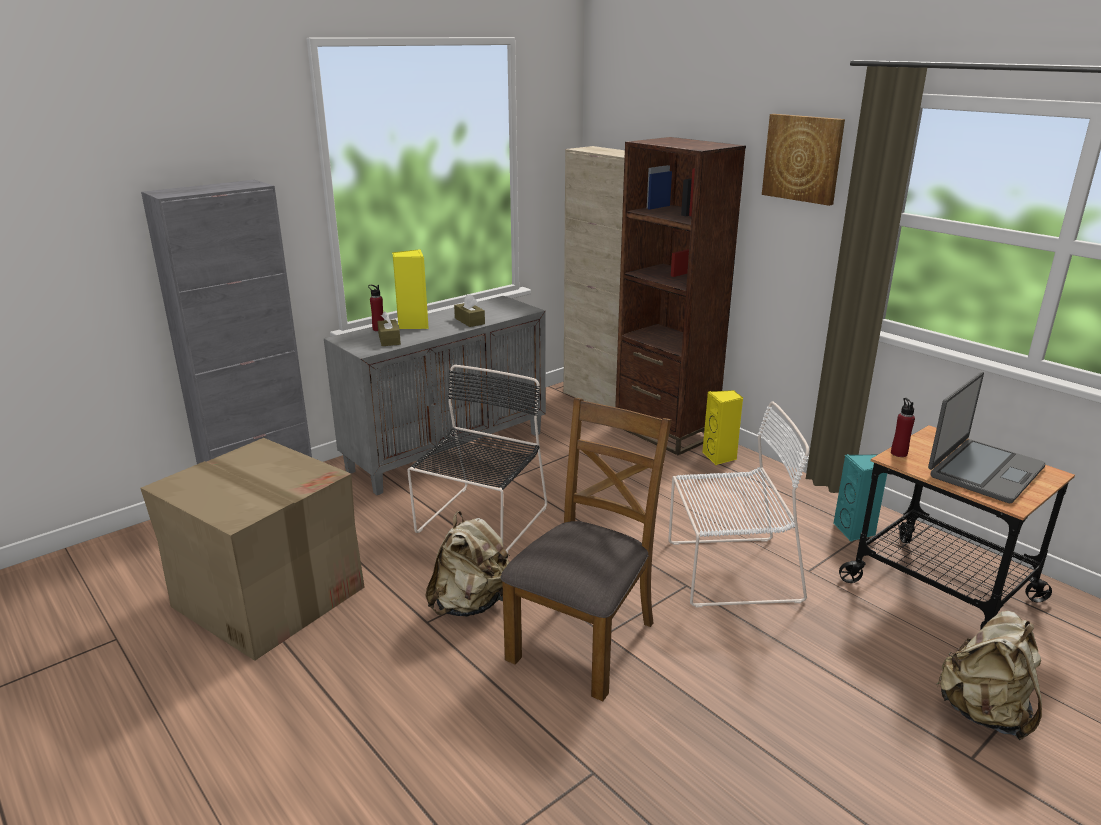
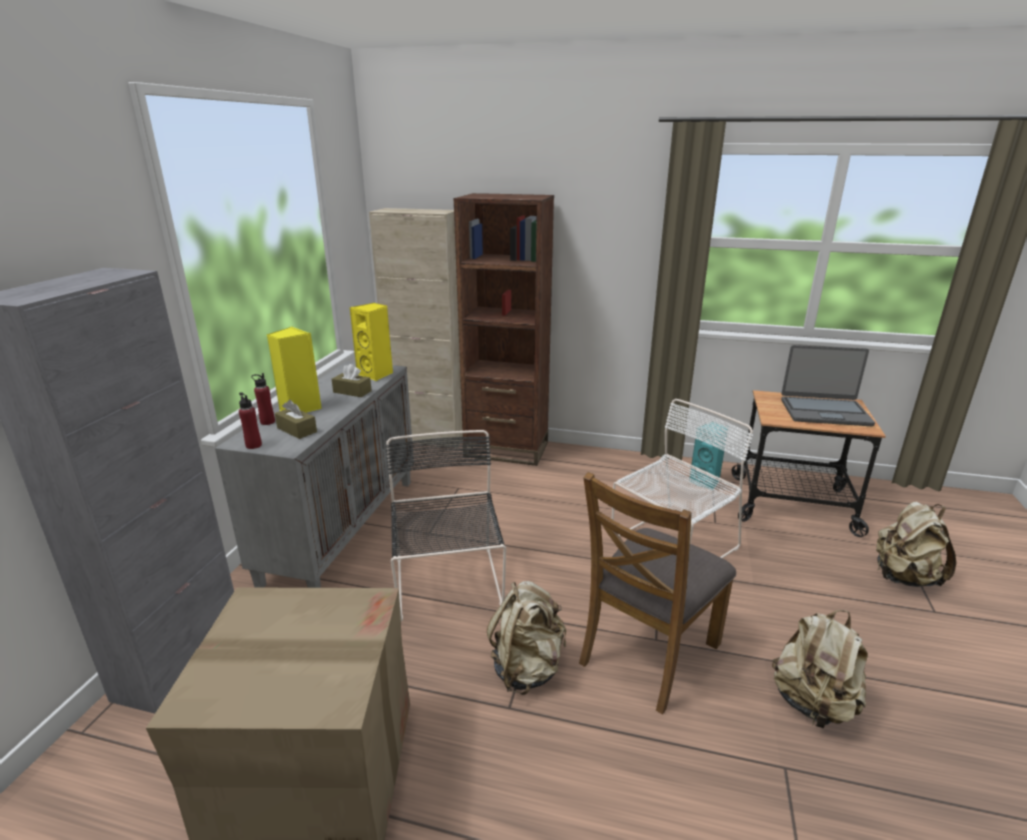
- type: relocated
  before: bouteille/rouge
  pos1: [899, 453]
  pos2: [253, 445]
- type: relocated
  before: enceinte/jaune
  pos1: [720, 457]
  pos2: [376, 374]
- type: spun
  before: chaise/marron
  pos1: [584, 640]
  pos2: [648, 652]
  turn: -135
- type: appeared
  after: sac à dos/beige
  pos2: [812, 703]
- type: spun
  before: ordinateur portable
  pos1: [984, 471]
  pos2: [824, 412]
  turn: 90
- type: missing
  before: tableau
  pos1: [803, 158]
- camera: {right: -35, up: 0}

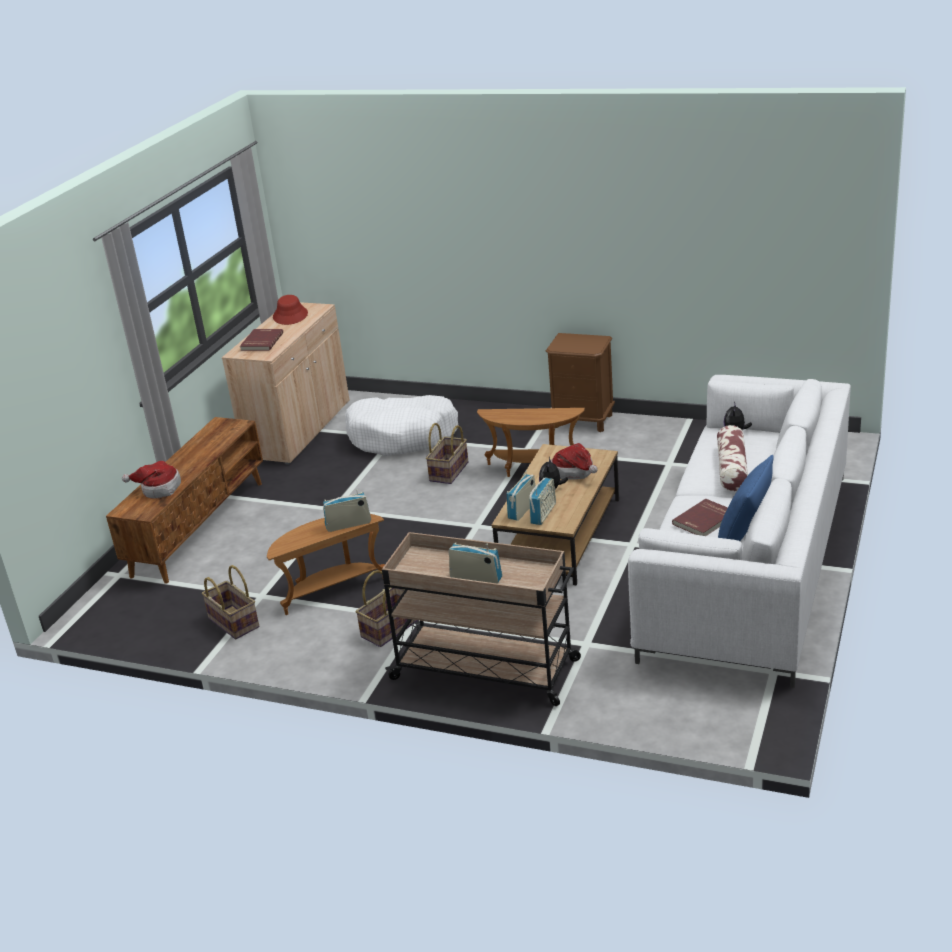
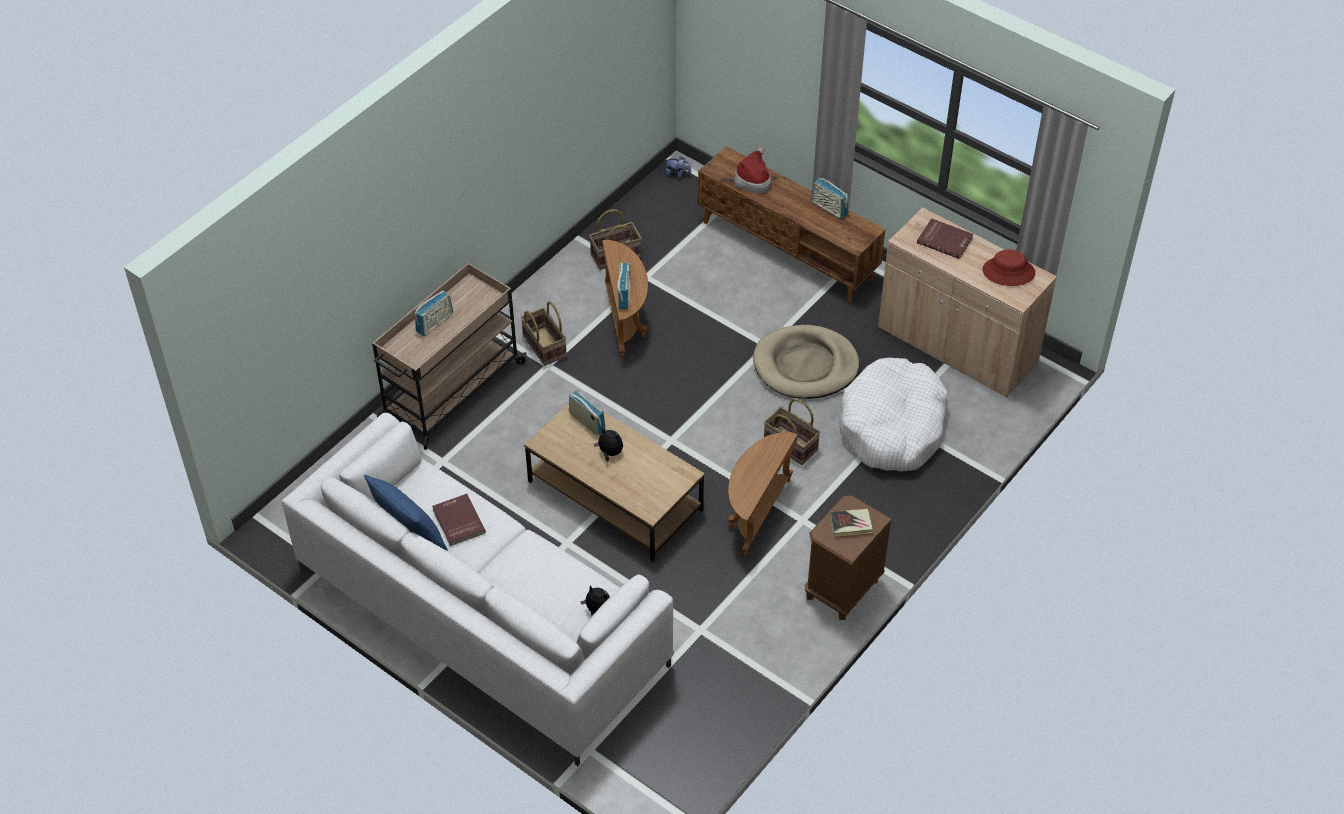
- type: appeared
  after: peluche
  pos2: [677, 174]
- type: appeared
  after: panier pour chien/beige
  pos2: [805, 366]
- type: relocated
  before: radio
  pos1: [543, 514]
  pos2: [829, 208]
- type: appeared
  after: livre
  pos2: [850, 524]
- type: missing
  before: chapeau
  pos1: [574, 473]
- type: missing
  before: coussin
  pos1: [732, 468]
- camera: {right: 105, up: 20}

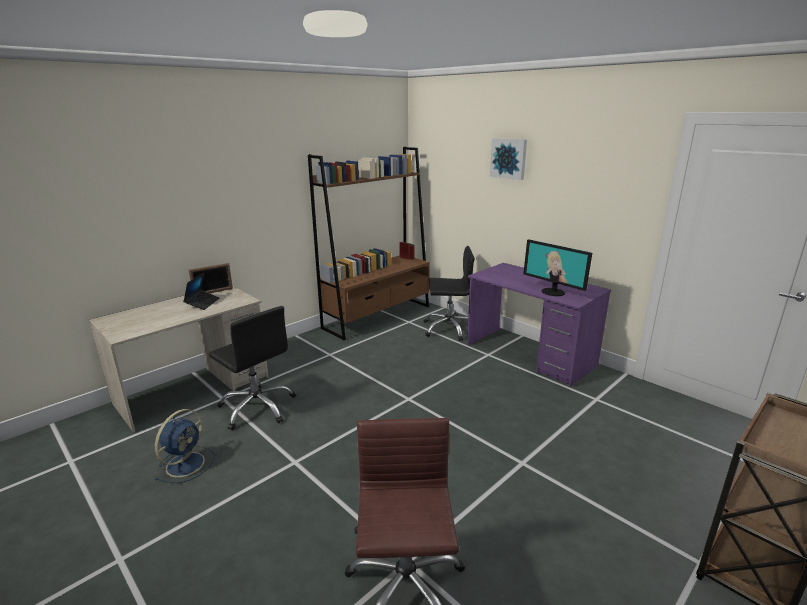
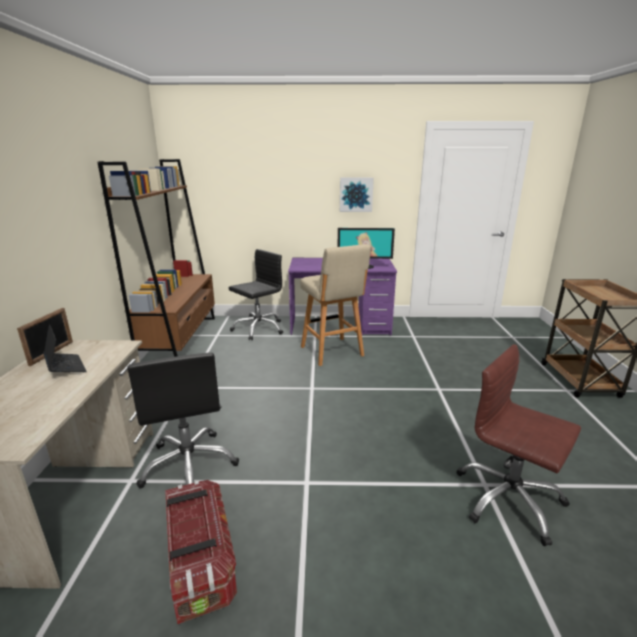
- type: spun
  before: chaise de bureau/noir
  pos1: [257, 407]
  pos2: [190, 465]
  turn: 75
- type: exchanged
  before: ventilateur/bleu
  after: boîte de rangement
  pos1: [186, 463]
  pos2: [201, 561]
- type: appeared
  after: tabouret/beige
  pos2: [332, 352]
- type: relocated
  before: tableau
  pos1: [509, 158]
  pos2: [356, 194]
- camera: {right: -45, up: 0}

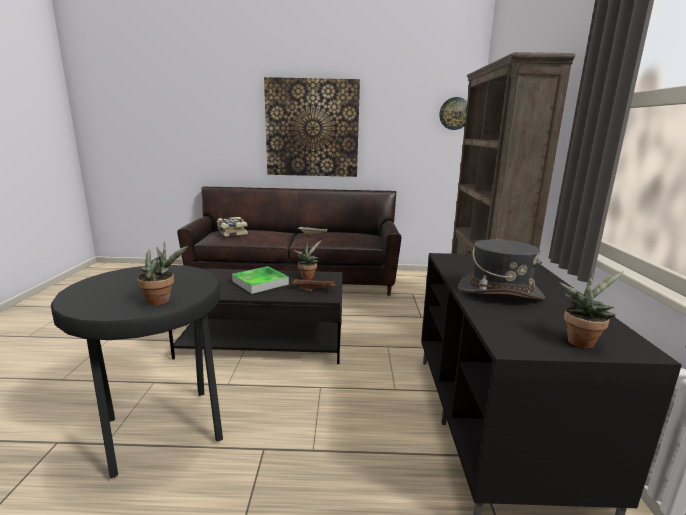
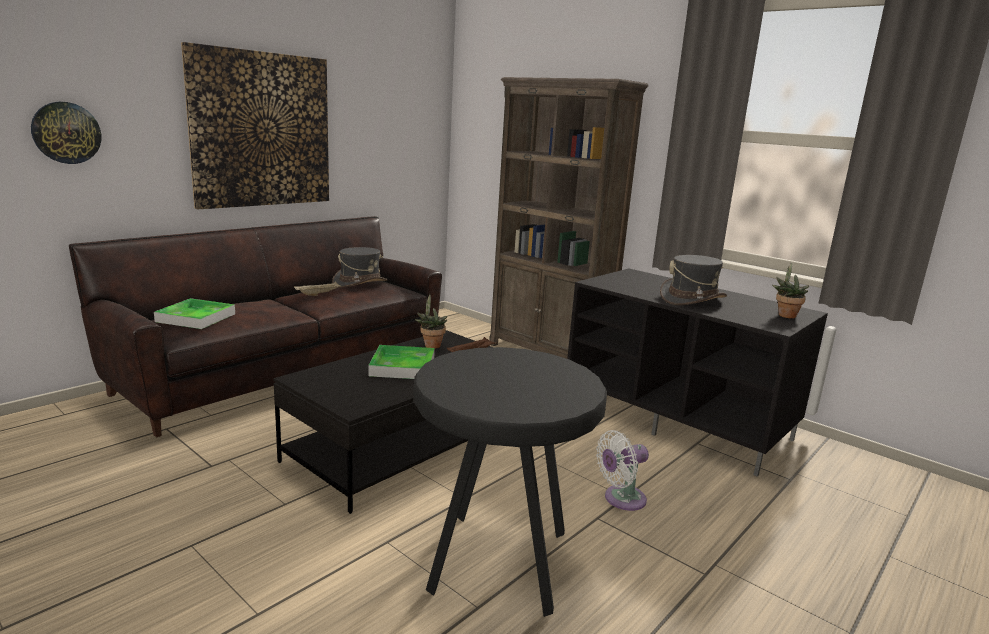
- type: relocated
  before: horloge murale
  pos1: [454, 113]
  pos2: [66, 133]
- type: exchanged
  before: livre
  after: plateau
  pos1: [231, 232]
  pos2: [196, 318]
- type: appeared
  after: chapeau/gris
  pos2: [360, 283]
- type: appeared
  after: ventilateur/blanc
  pos2: [621, 499]
- type: missing
  before: plante en pot
  pos1: [162, 301]
- camera: {right: -50, up: 0}

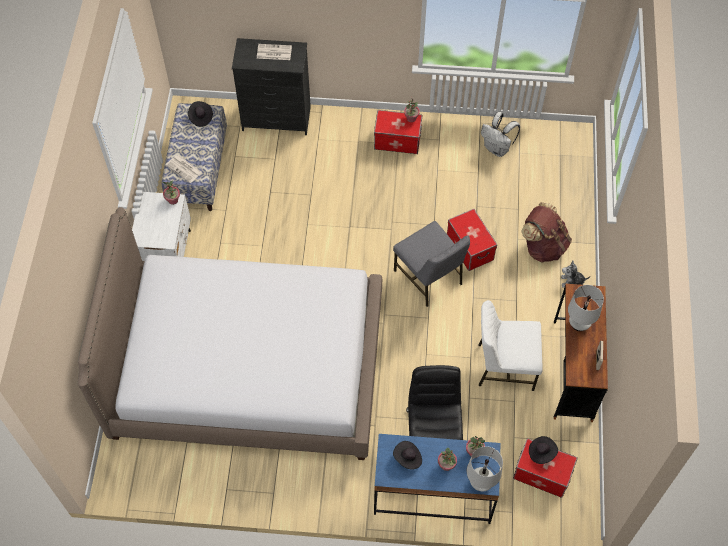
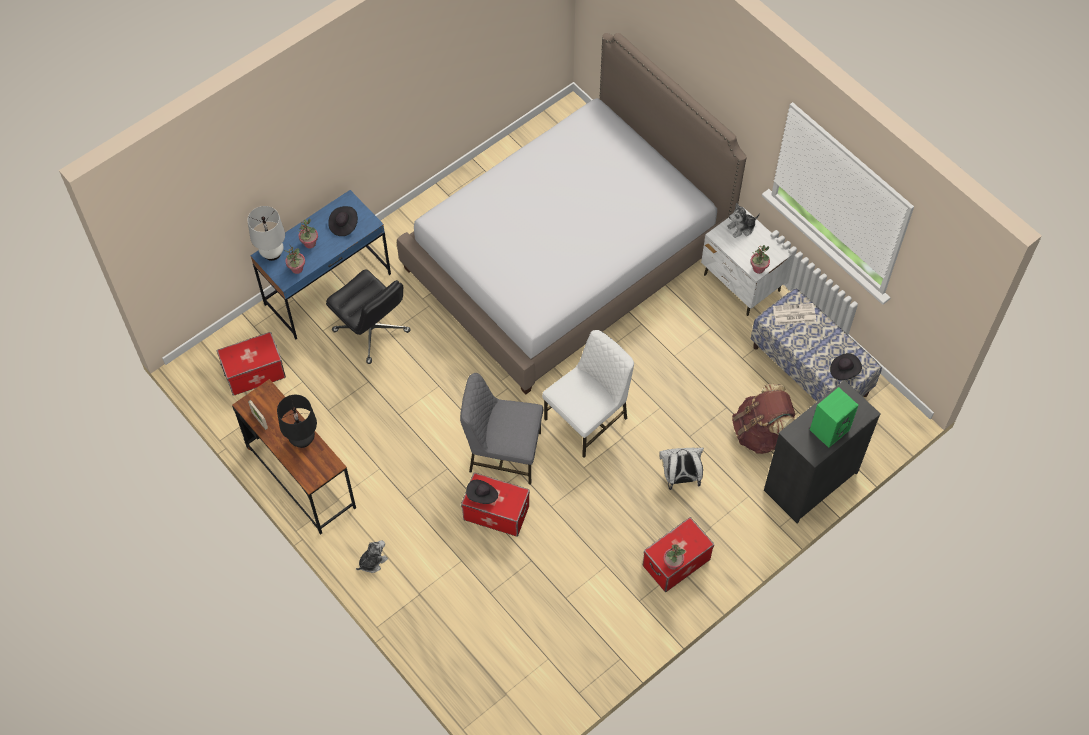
- type: colour
  before: lampe de table/blanc
  after: lampe de table/noir
  pos1: [579, 324]
  pos2: [302, 439]
- type: relocated
  before: chapeau/noir
  pos1: [541, 452]
  pos2: [482, 496]
- type: relocated
  before: chaise/blanc
  pos1: [504, 366]
  pos2: [588, 419]
- type: relocated
  before: sac à dos/blanc
  pos1: [497, 148]
  pos2: [680, 478]
- type: appeared
  after: peluche
  pos2: [741, 228]
- type: relocated
  before: sac à dos/marron
  pos1: [543, 246]
  pos2: [760, 432]
- type: exchanged
  before: journal
  after: enceinte/vert
  pos1: [273, 52]
  pos2: [829, 429]
- camera: {right: 135, up: 0}

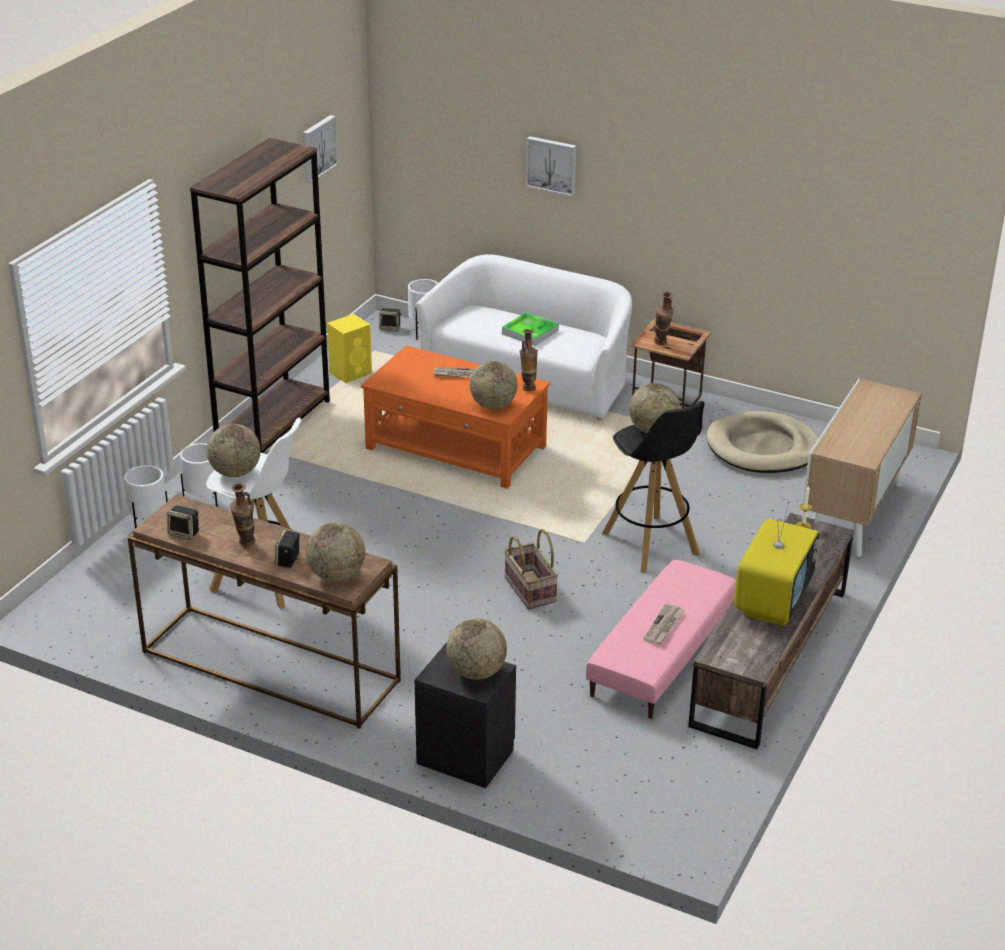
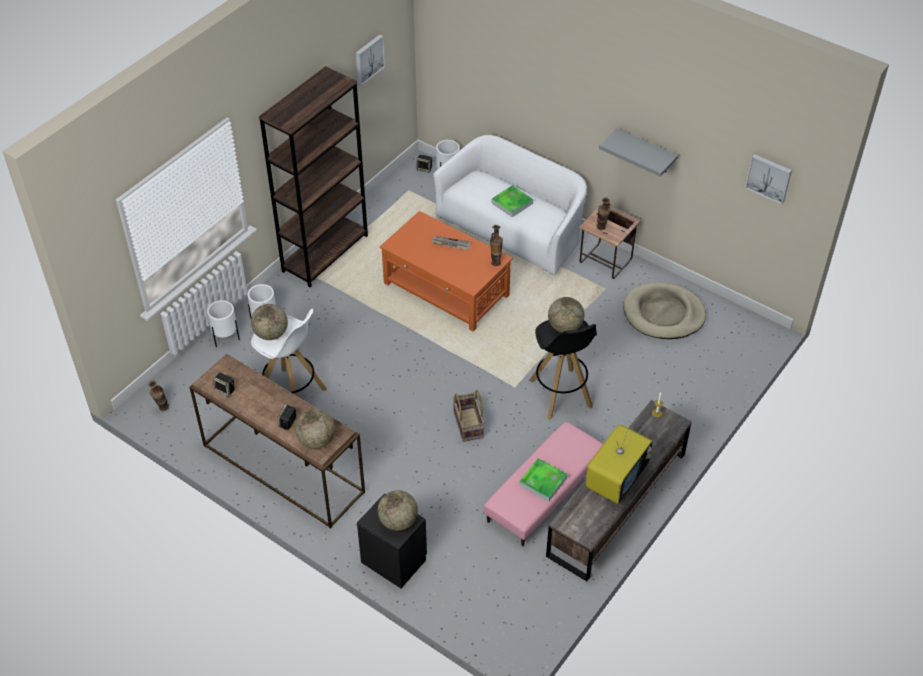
- type: relocated
  before: vase
  pos1: [245, 545]
  pos2: [162, 410]
- type: exchanged
  before: journal
  after: plateau
  pos1: [664, 626]
  pos2: [543, 481]
- type: appeared
  after: étagère/gris
  pos2: [645, 151]
- type: relocated
  before: tableau
  pos1: [552, 165]
  pos2: [769, 178]
- type: missing
  before: enceinte/jaune
  pos1: [351, 373]
- type: missing
  before: globe
  pos1: [493, 405]
- type: missing
  before: meuble de rangement
  pos1: [854, 512]
- camera: {right: 10, up: 15}

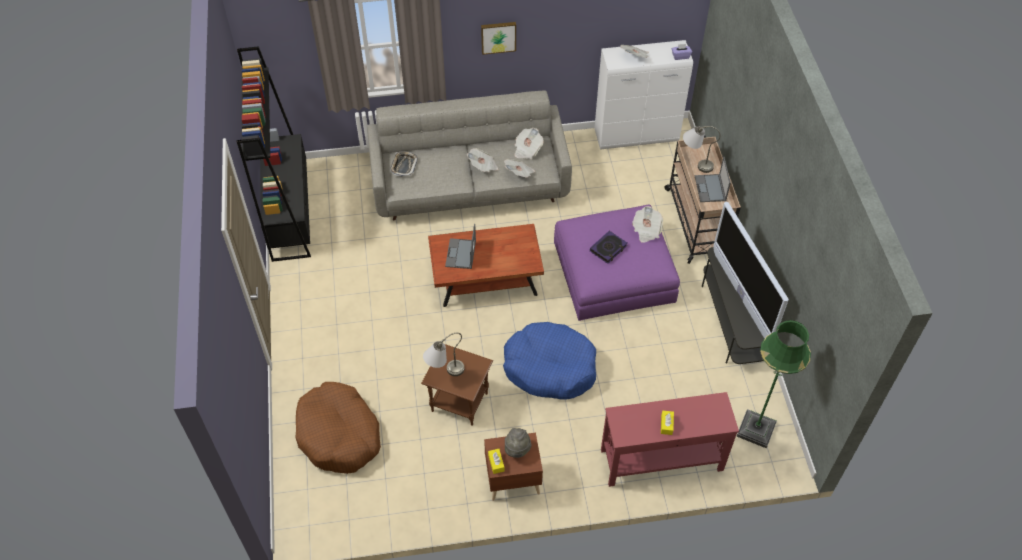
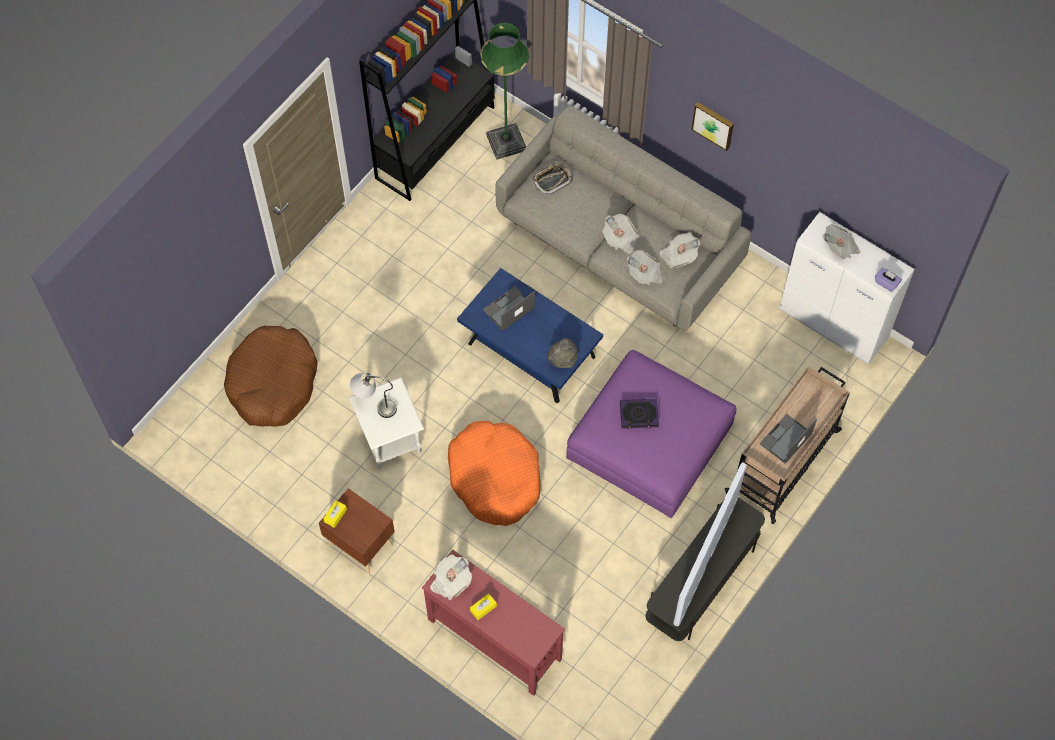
- type: colour
  before: table d'appoint/marron
  after: table d'appoint/blanc
  pos1: [459, 402]
  pos2: [390, 440]
- type: relocated
  before: journal
  pos1: [646, 230]
  pos2: [450, 581]
- type: colour
  before: panier pour chien/bleu
  after: panier pour chien/orange
  pos1: [550, 367]
  pos2: [495, 477]
- type: colour
  before: table basse/marron
  after: table basse/bleu
  pos1: [486, 280]
  pos2: [530, 351]
- type: relocated
  before: lampadaire/vert
  pos1: [756, 429]
  pos2: [506, 142]
- type: relocated
  before: chapeau/gris
  pos1: [517, 449]
  pos2: [562, 360]
- type: missing
  before: lampe de table/gris
  pos1: [695, 163]
- camera: {right: 45, up: 10}

